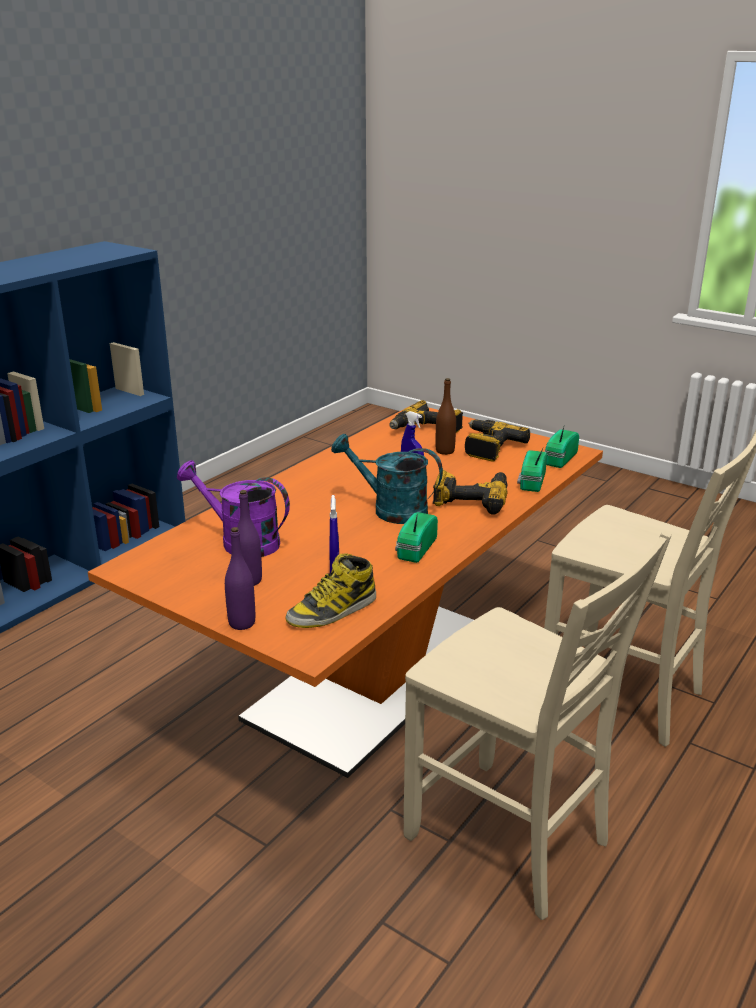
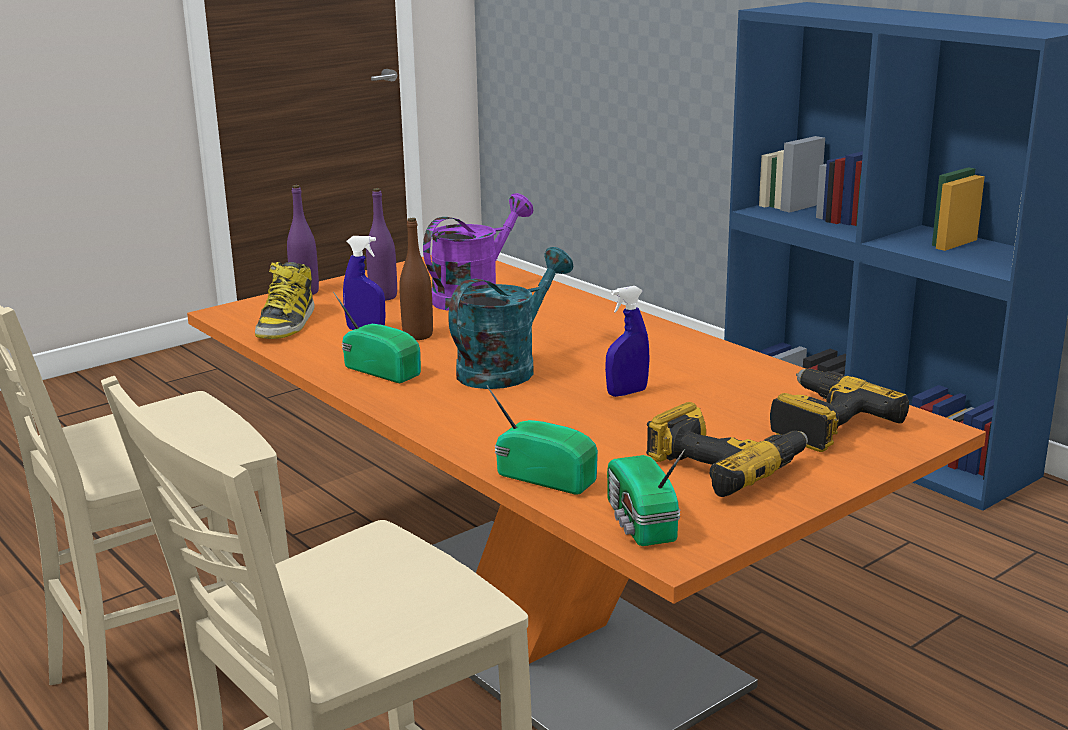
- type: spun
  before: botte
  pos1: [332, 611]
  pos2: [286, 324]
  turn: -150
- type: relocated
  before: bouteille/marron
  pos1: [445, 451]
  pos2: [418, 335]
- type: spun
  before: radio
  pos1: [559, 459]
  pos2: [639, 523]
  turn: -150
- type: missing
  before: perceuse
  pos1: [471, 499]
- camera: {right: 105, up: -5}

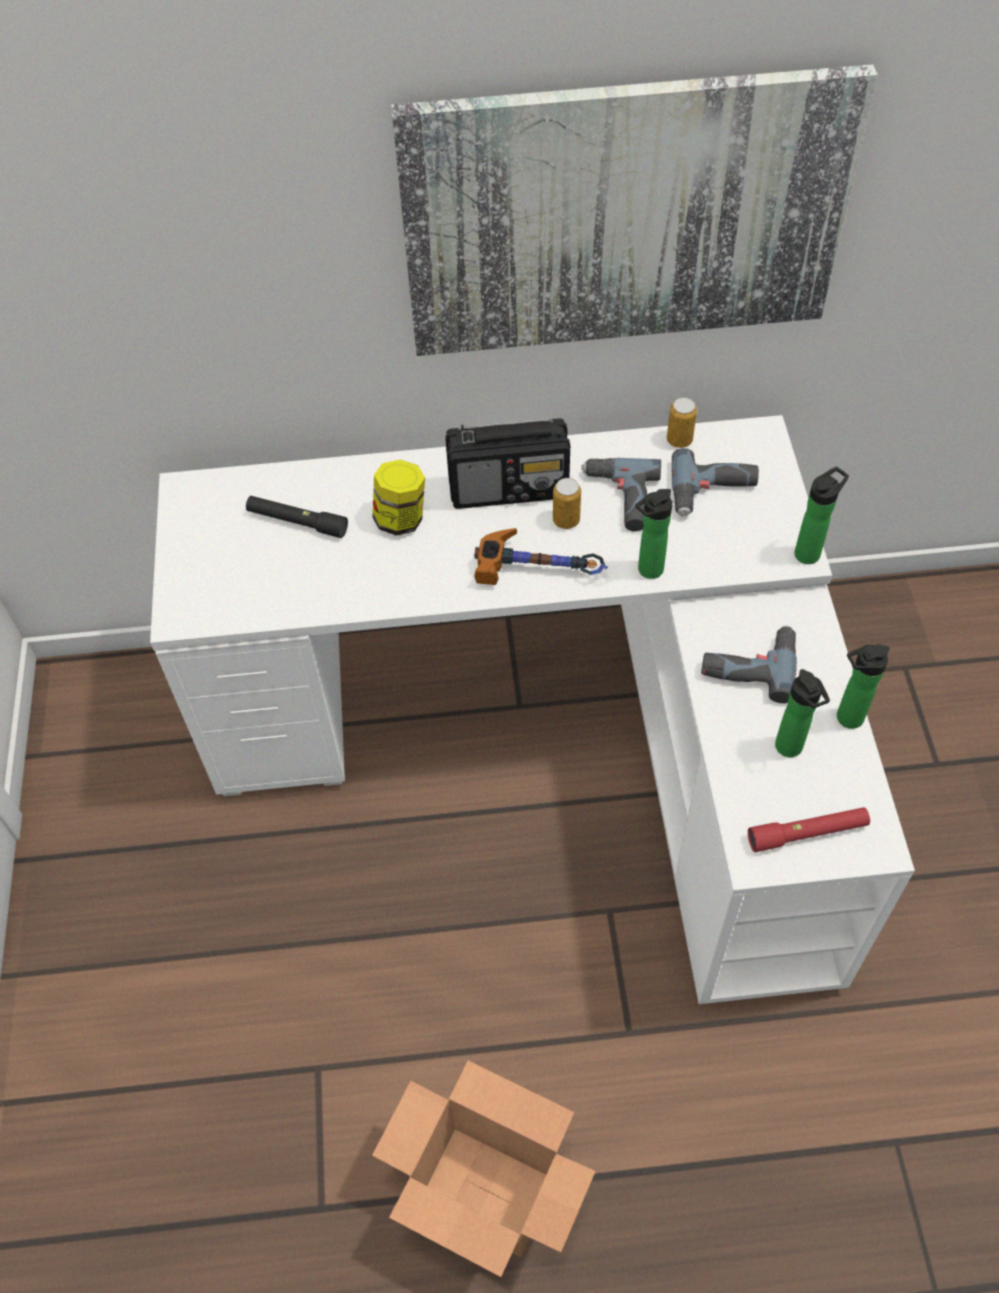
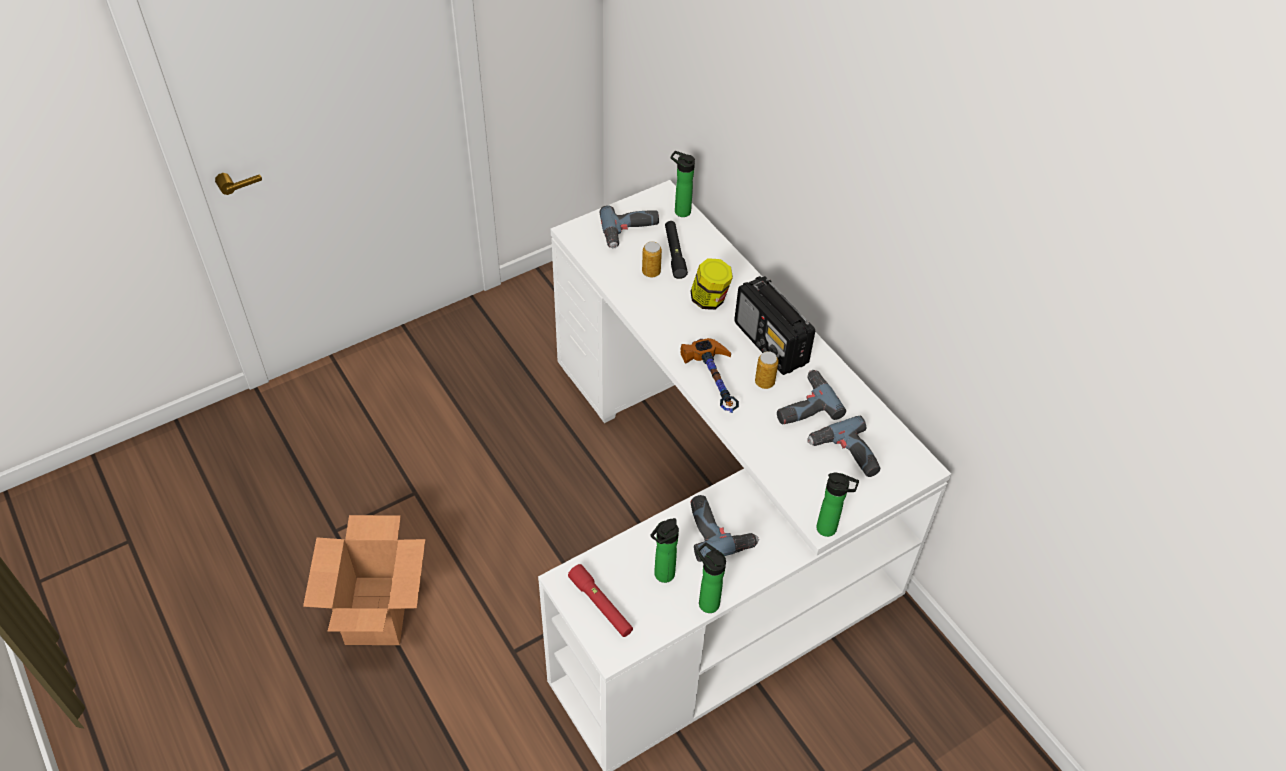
- type: appeared
  after: perceuse
  pos2: [630, 232]
- type: relocated
  before: boîte métallique
  pos1: [679, 440]
  pos2: [651, 272]
- type: relocated
  before: bouteille
  pos1: [647, 571]
  pos2: [680, 211]
- type: missing
  before: tableau
  pos1: [625, 216]
- camera: {right: 60, up: -5}

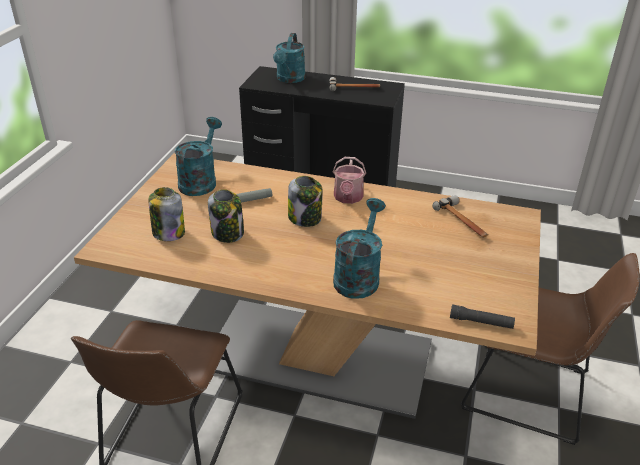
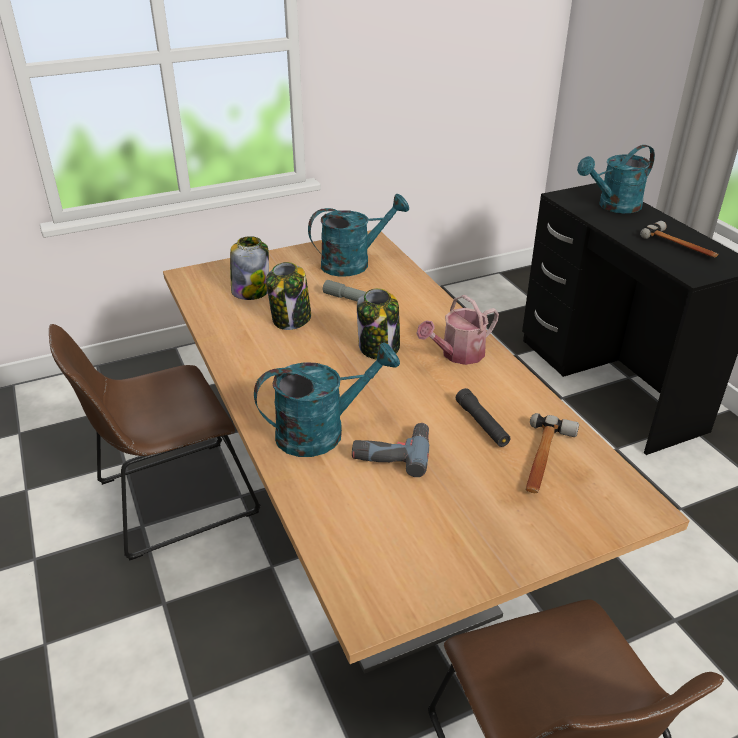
- type: appeared
  after: perceuse
  pos2: [392, 451]
- type: relocated
  before: lampe de poche/noir
  pos1: [481, 322]
  pos2: [482, 424]
- camera: {right: 50, up: 0}

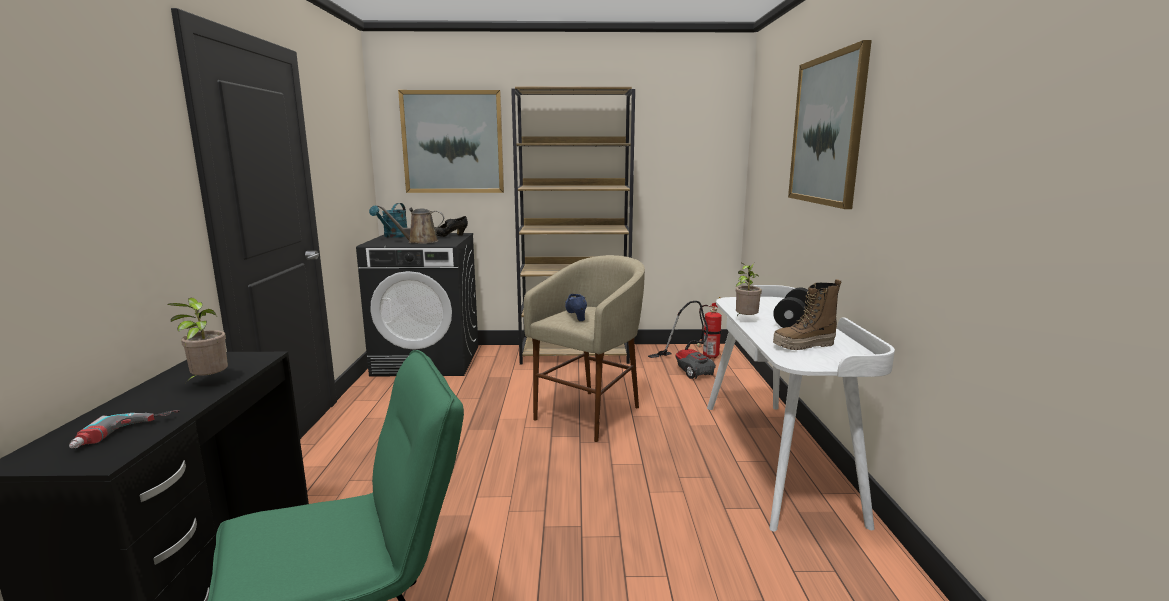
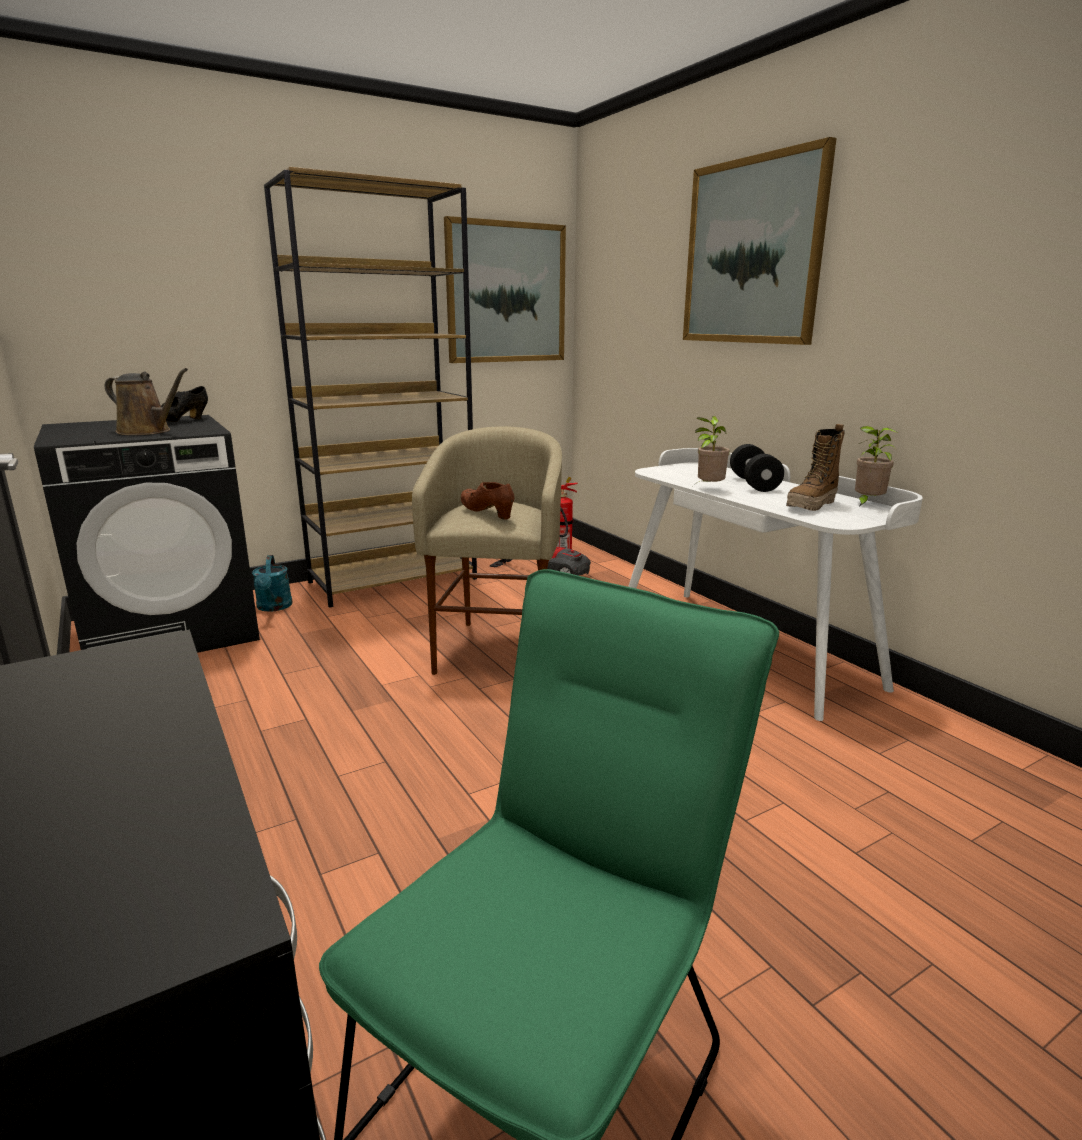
- type: spun
  before: arrosoir/marron
  pos1: [419, 242]
  pos2: [148, 432]
  turn: -120
- type: relocated
  before: arrosoir/turquoise
  pos1: [393, 236]
  pos2: [274, 607]
- type: relocated
  before: tableau
  pos1: [453, 142]
  pos2: [506, 293]
- type: colour
  before: chaussure/bleu
  after: chaussure/marron
  pos1: [576, 315]
  pos2: [487, 514]
- type: relocated
  before: plante en pot
  pos1: [208, 382]
  pos2: [867, 504]
- type: missing
  before: perceuse
  pos1: [126, 434]
- camera: {right: -30, up: 5}

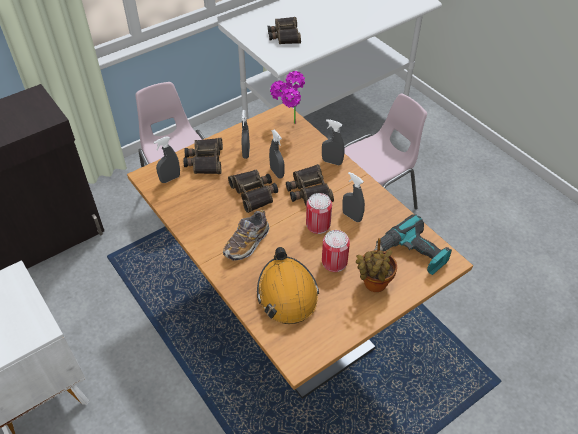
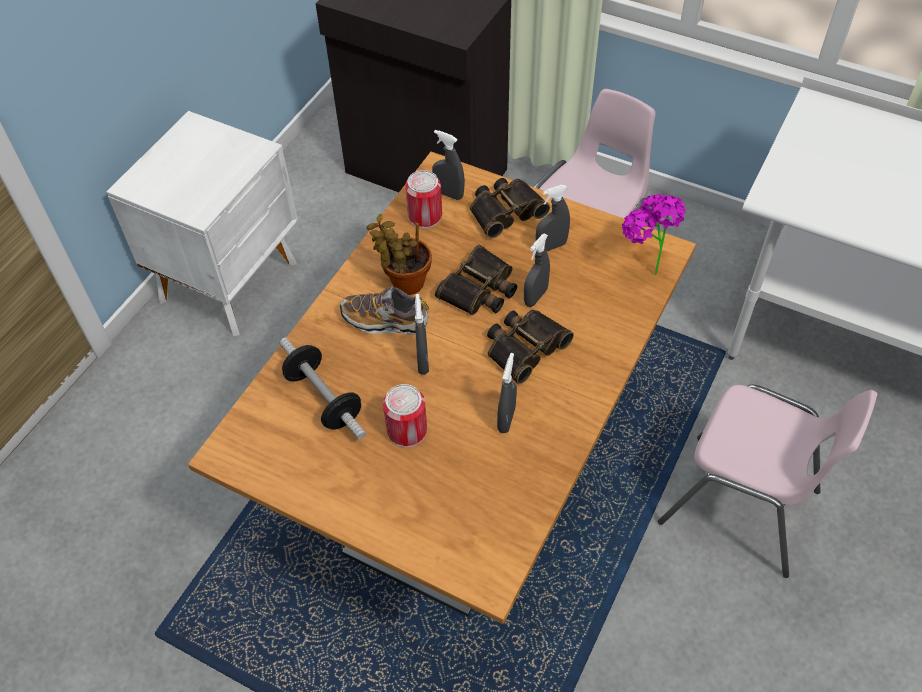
- type: exchanged
  before: casque de chantier/orange
  after: haltère
  pos1: [287, 294]
  pos2: [324, 399]
- type: relocated
  before: plante en pot
  pos1: [373, 285]
  pos2: [404, 282]
- type: relocated
  before: boîte métallique
  pos1: [318, 224]
  pos2: [425, 216]
- type: relocated
  before: vaporisateur/gris
  pos1: [332, 162]
  pos2: [422, 361]
- type: missing
  before: jumelles
  pos1: [284, 35]
- type: missing
  before: perceuse
  pos1: [412, 254]
- camera: {right: 65, up: 5}

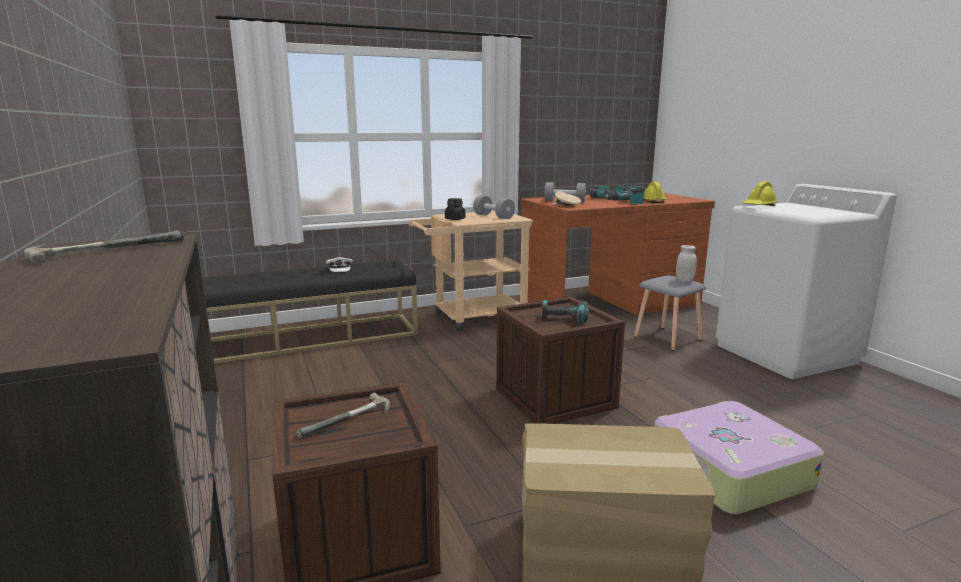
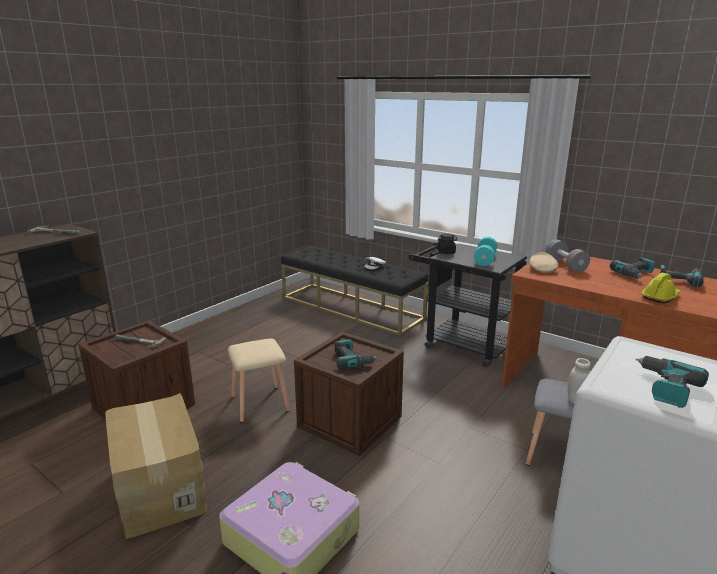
- type: appeared
  after: tabouret/beige
  pos2: [259, 403]
- type: colour
  before: chariot/beige
  after: chariot/noir
  pos1: [472, 318]
  pos2: [461, 344]
- type: colour
  before: haltère/gris
  after: haltère/turquoise
  pos1: [493, 216]
  pos2: [485, 260]
- type: relocated
  before: perceuse
  pos1: [624, 202]
  pos2: [665, 388]
- type: missing
  before: casque de chantier/jaune
  pos1: [759, 206]
- camera: {right: 60, up: 5}

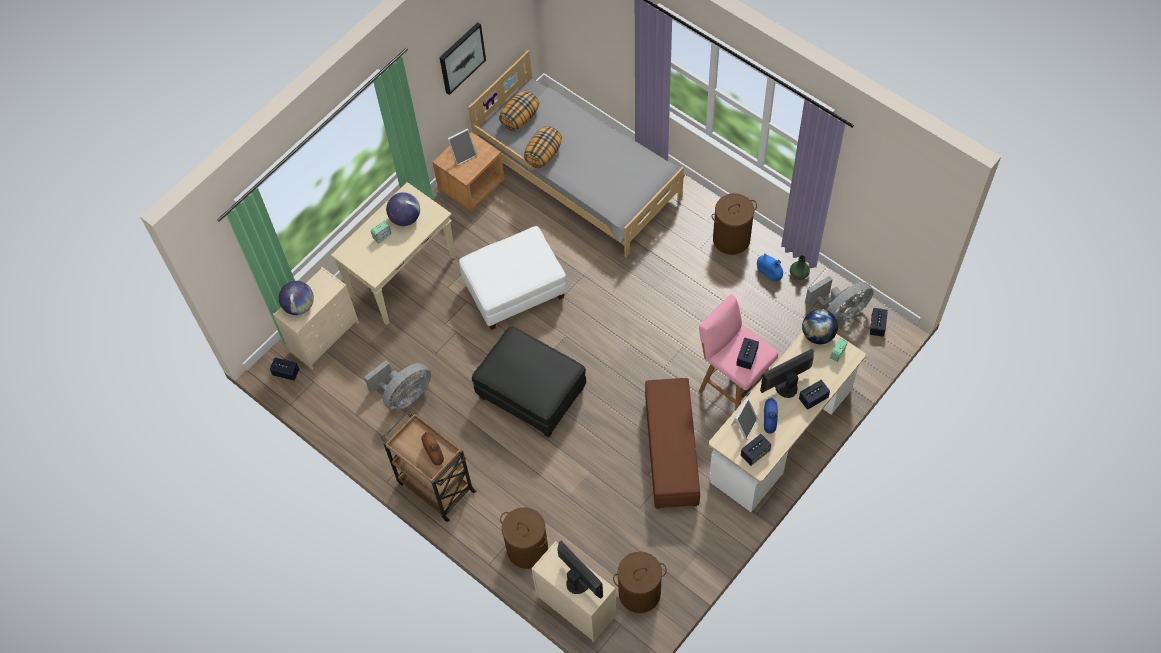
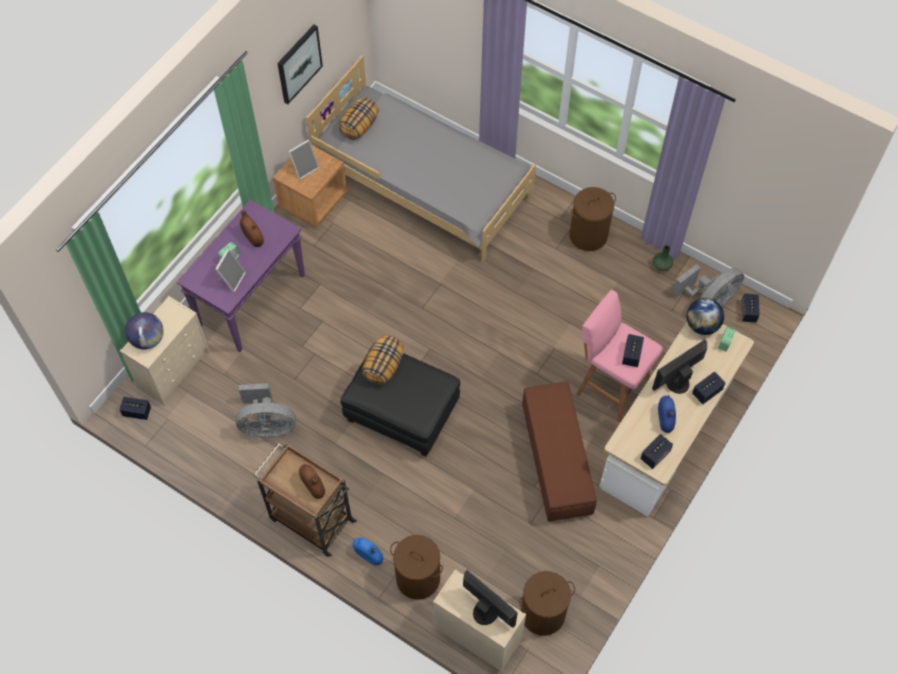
- type: colour
  before: table console/beige
  after: table console/violet
  pos1: [403, 276]
  pos2: [252, 299]
- type: relocated
  before: cadre photo
  pos1: [744, 425]
  pos2: [231, 279]
- type: spun
  before: ventilateur/gris
  pos1: [404, 395]
  pos2: [267, 425]
  turn: 45
- type: exchanged
  before: globe
  after: vase/marron
  pos1: [405, 218]
  pos2: [253, 237]
- type: relocated
  before: vase/bleu
  pos1: [769, 273]
  pos2: [368, 555]
- type: relocated
  before: coussin
  pos1: [543, 154]
  pos2: [383, 366]
- type: missing
  before: pouf/blanc
  pos1: [515, 290]
- camera: {right: -10, up: 0}

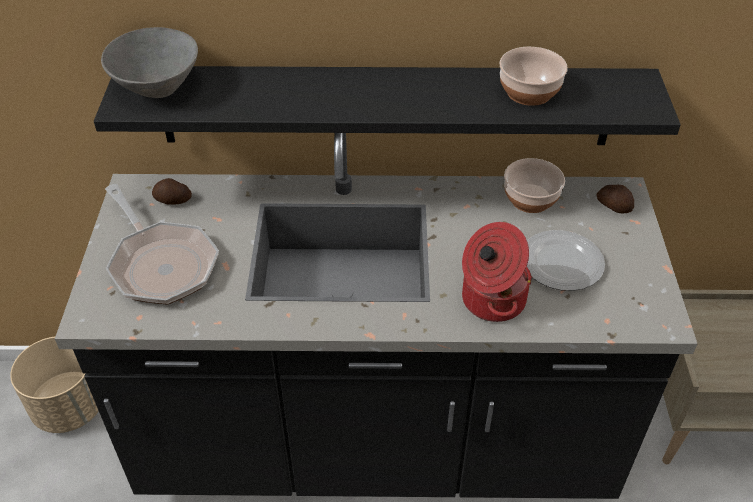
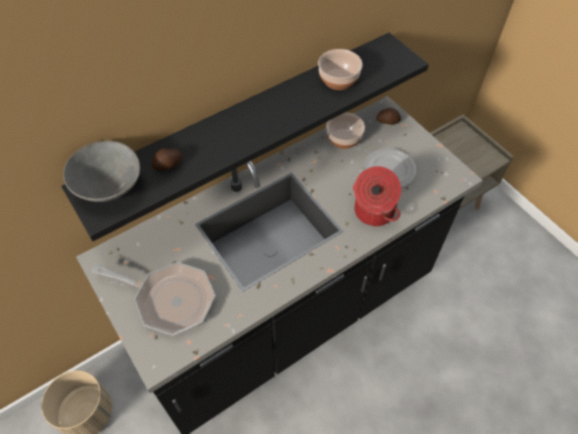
- type: relocated
  before: pomme de terre
  pos1: [172, 201]
  pos2: [168, 165]
- camera: {right: -35, up: 10}

